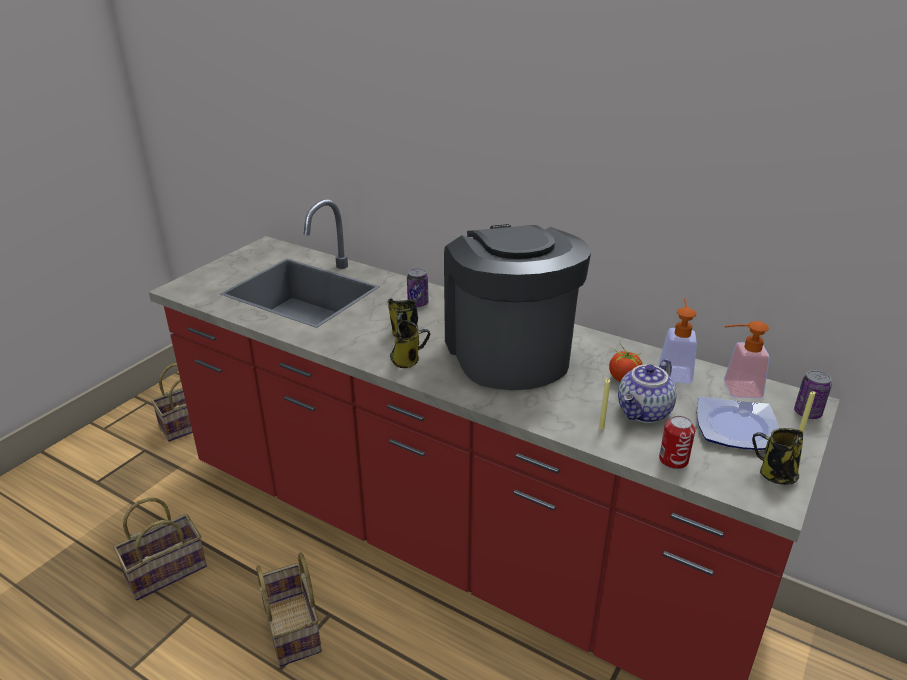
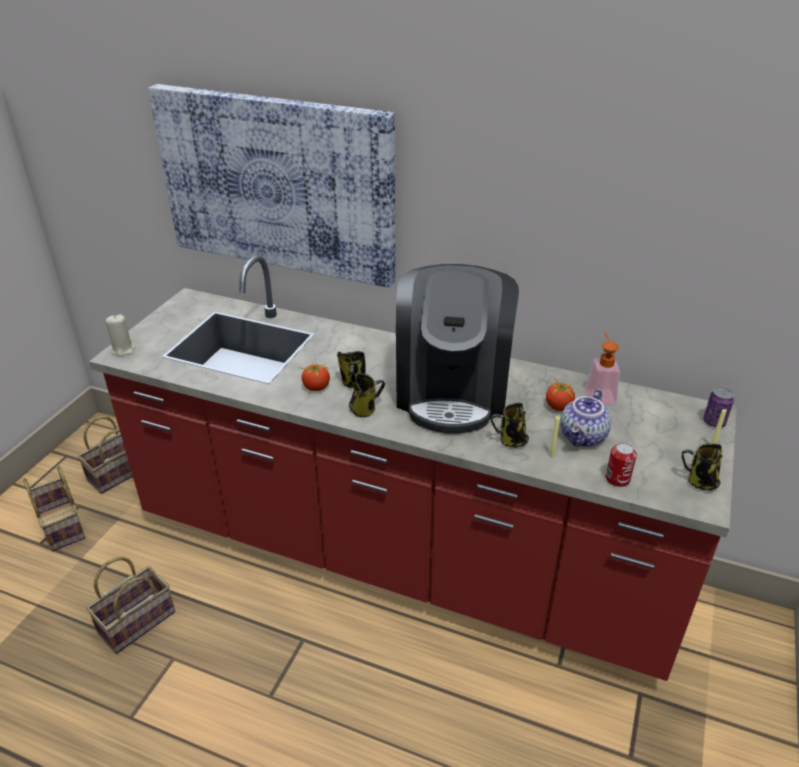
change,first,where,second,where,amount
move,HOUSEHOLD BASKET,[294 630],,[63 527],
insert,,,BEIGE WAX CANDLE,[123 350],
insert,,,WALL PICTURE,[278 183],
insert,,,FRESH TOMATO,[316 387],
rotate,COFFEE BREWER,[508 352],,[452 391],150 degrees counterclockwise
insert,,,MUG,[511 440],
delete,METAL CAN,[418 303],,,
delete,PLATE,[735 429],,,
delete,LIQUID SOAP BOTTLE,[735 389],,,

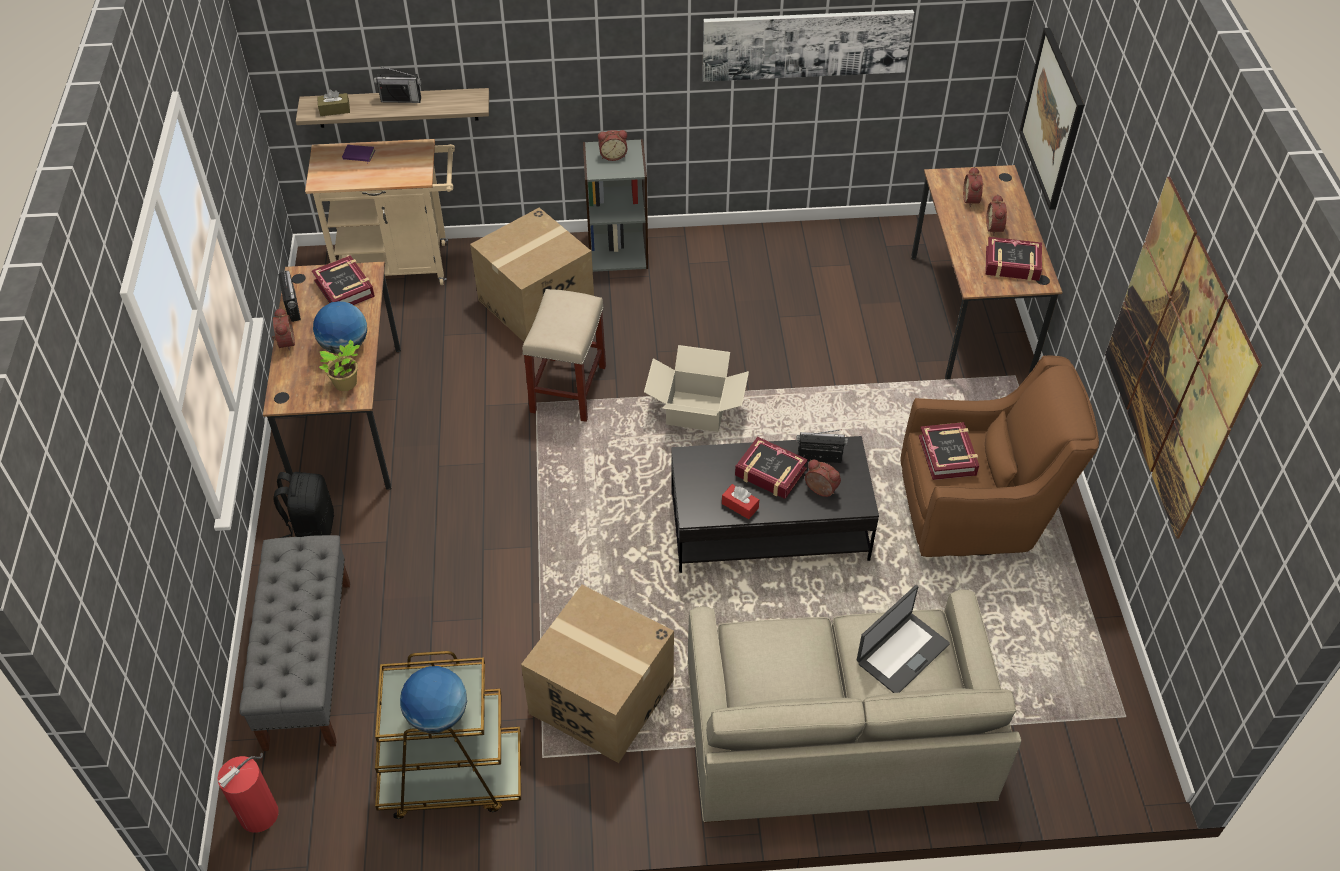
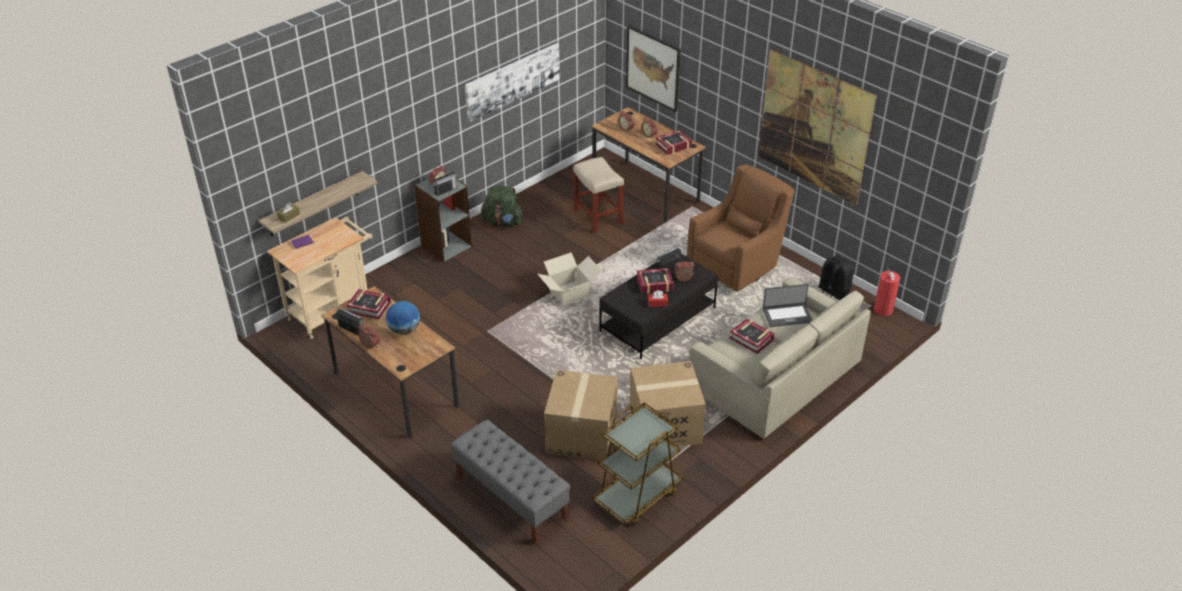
change,first,where,second,where,amount
move,RADIO RECEIVER,[401 99],,[446 191],
insert,,,GREENISH BACKPACK,[503 222],
move,PACKING BOX,[536 303],,[581 434],
move,BEIGE STOOL,[568 388],,[597 216],
move,BOUND BOOK,[948 455],,[751 339],
rotate,NOTEBOOK COMPUTER,[901 652],,[787 315],75 degrees clockwise
move,BLACKISH BACKPACK,[312 529],,[832 293],
move,EXTINGUISHER,[260 812],,[883 309],
delete,HOUSEPLANT,[346 384],,,
delete,GLOBE,[437 716],,,

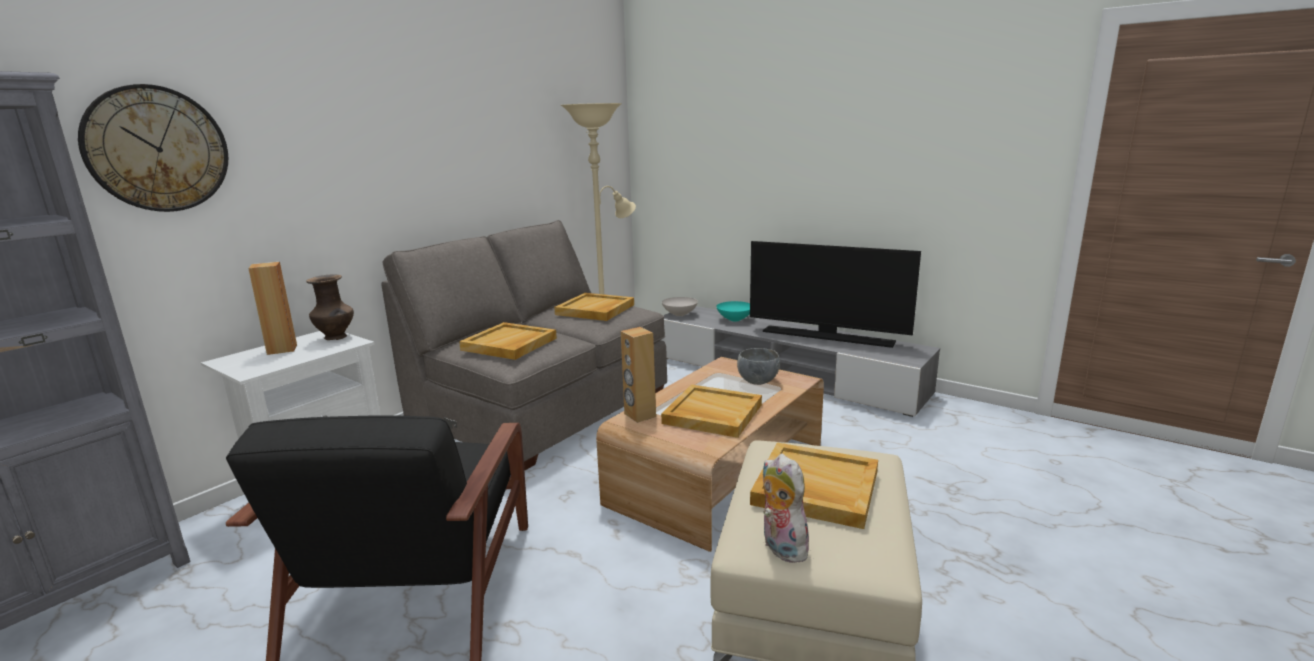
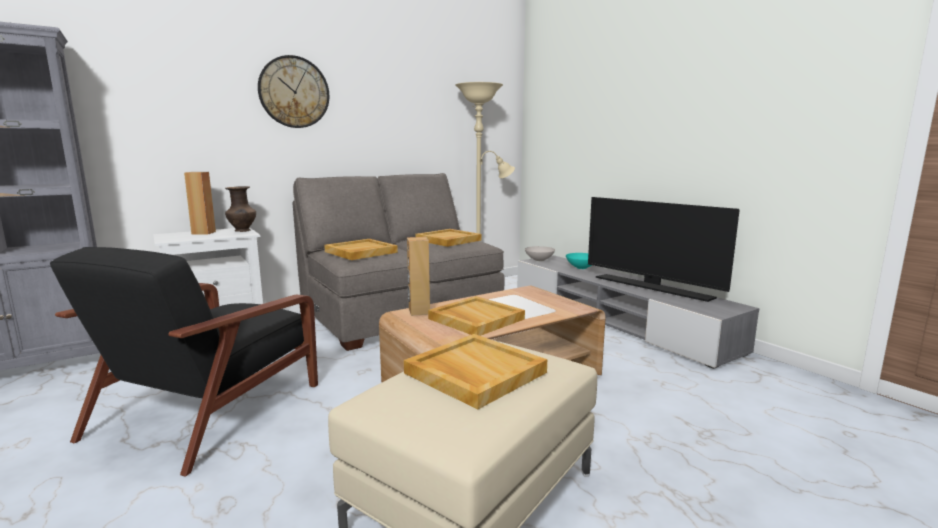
change,first,where,second,where,amount
move,HANGING CLOCK,[157 149],,[294 92],
delete,GRAY DEEP DISH,[757 381],,,
delete,PLUSH TOY,[780 547],,,

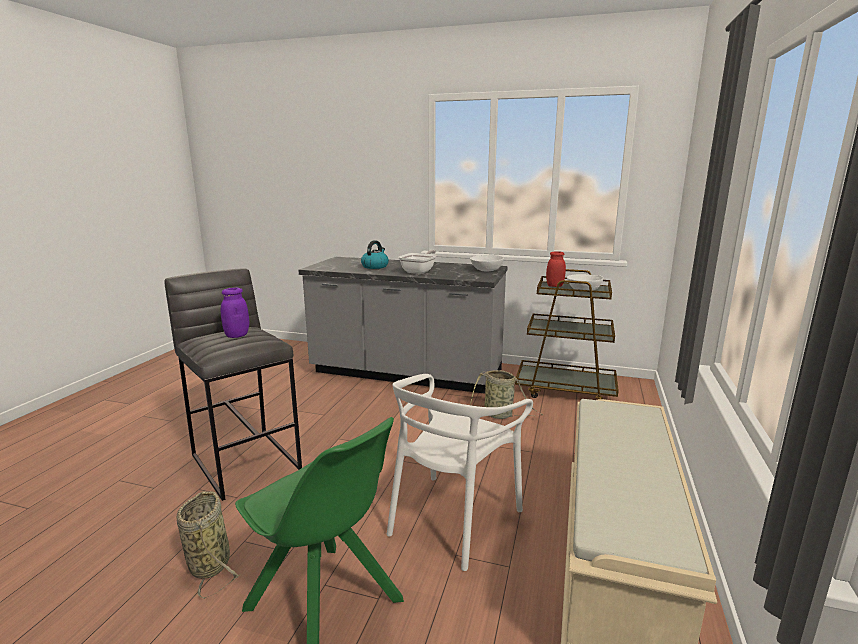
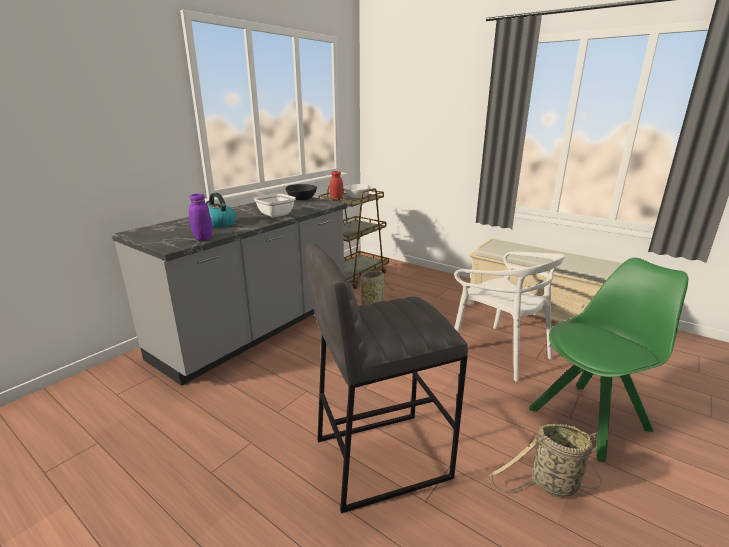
change,first,where,second,where,amount
move,PURPLE PRESERVE JAR,[237 335],,[203 238],
recolor,WHITE DEEP DISH,[486 270],BLACKISH DEEP DISH,[302 199],

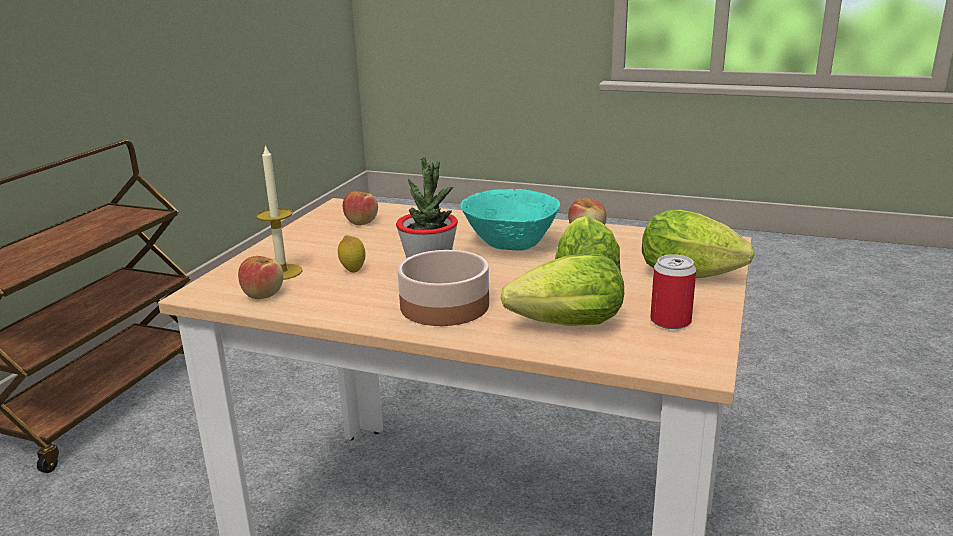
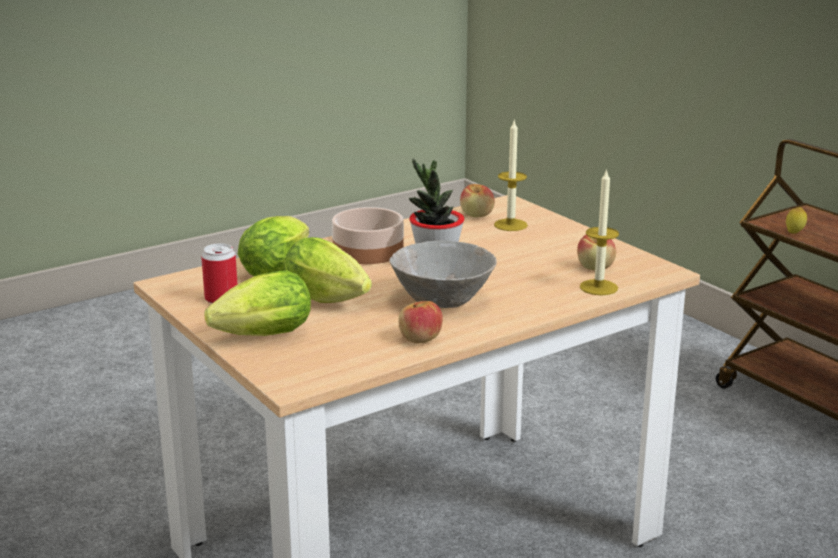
change,first,where,second,where,amount
recolor,TURQUOISE-COLOURED DEEP DISH,[510 244],GRAY DEEP DISH,[444 301],
insert,,,WAX CANDLE,[598 287],
move,WHOLE LEMON,[353 271],,[794 233],

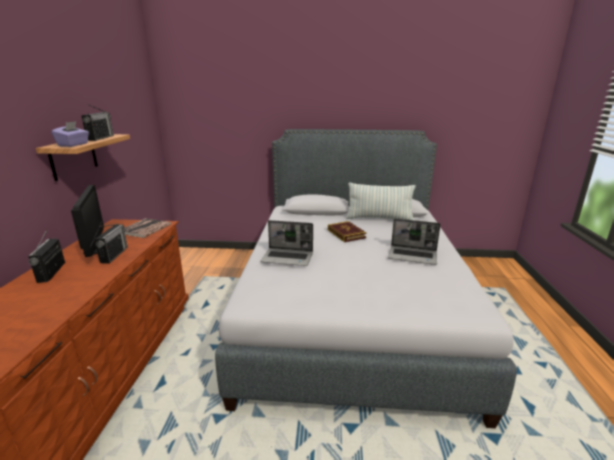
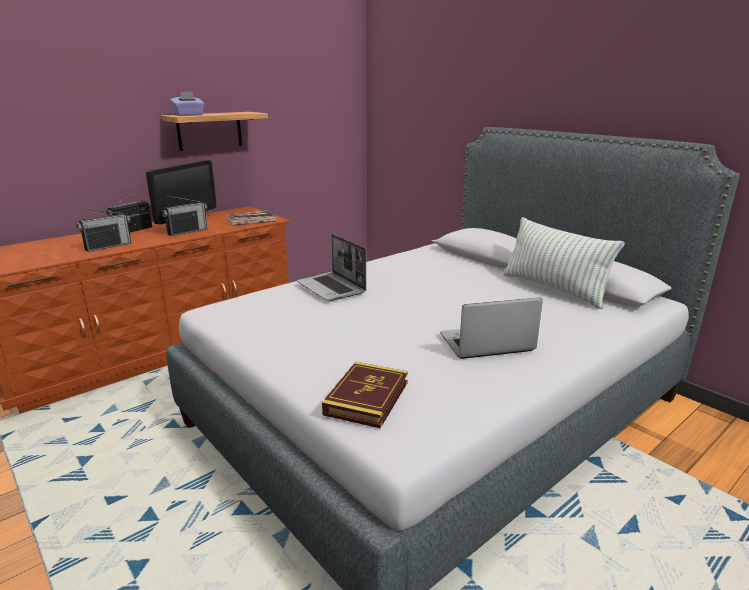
change,first,where,second,where,amount
move,RADIO RECEIVER,[100 138],,[108 246],
move,BOUND BOOK,[346 233],,[367 398],
rotate,NOTEBOOK COMPUTER,[413 256],,[485 344],105 degrees clockwise

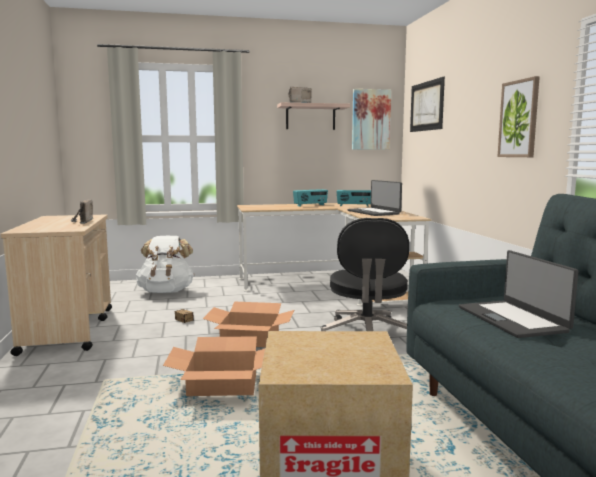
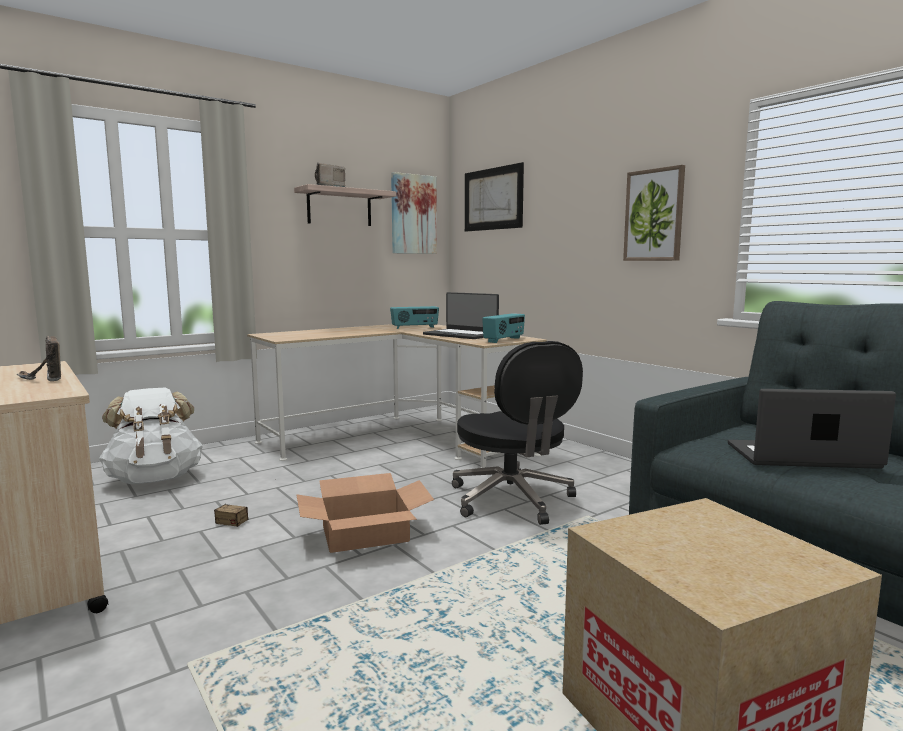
change,first,where,second,where,amount
move,RADIO RECEIVER,[310 205],,[504 340],
rotate,NOTEBOOK COMPUTER,[512 319],,[802 457],135 degrees clockwise
delete,PACKING BOX,[223 385],,,

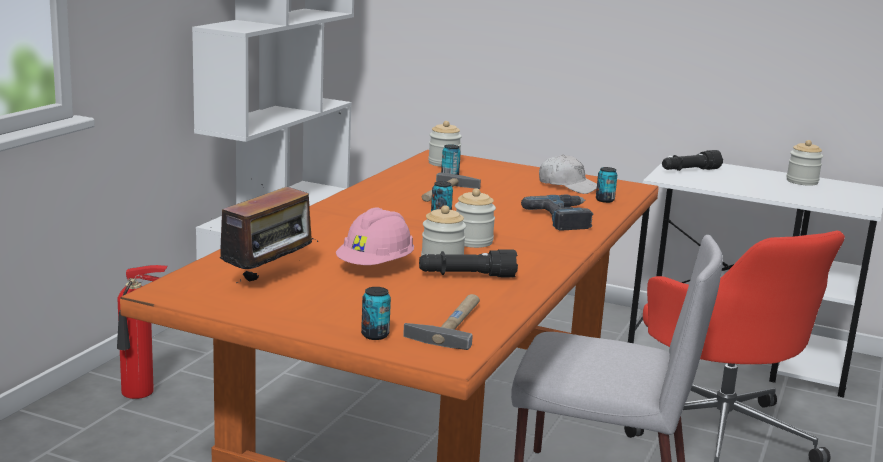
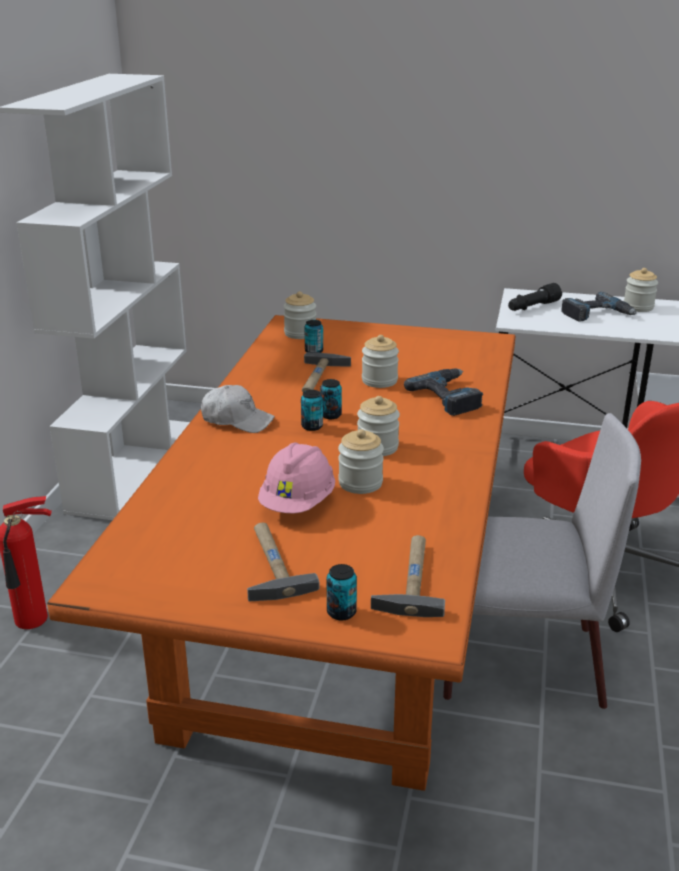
change,first,where,second,where,amount
move,WHITE BASEBALL CAP,[568 186],,[237 420],
insert,,,HAND HAMMER,[270 564],
move,METAL CAN,[605 200],,[312 426],
insert,,,PRESERVE JAR,[379 381],
insert,,,ELECTRIC DRILL,[597 314],
delete,RADIO RECEIVER,[269 278],,,
delete,BLACKISH HAND TORCH,[466 276],,,

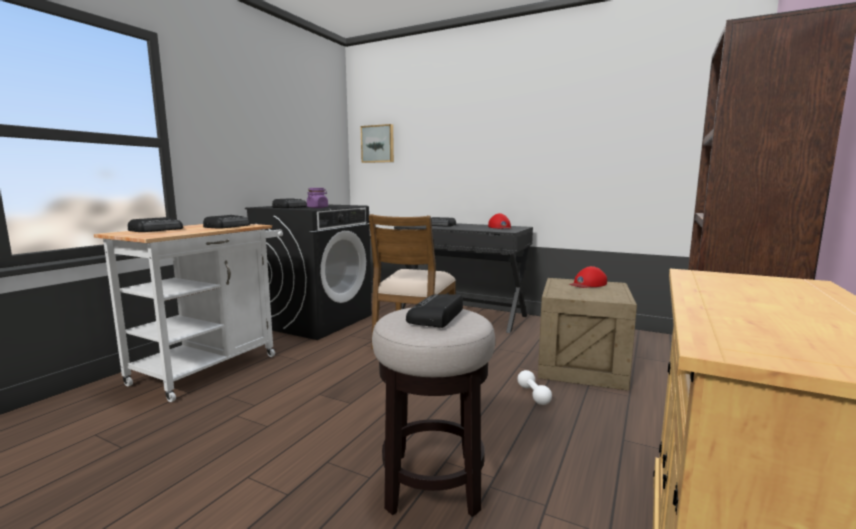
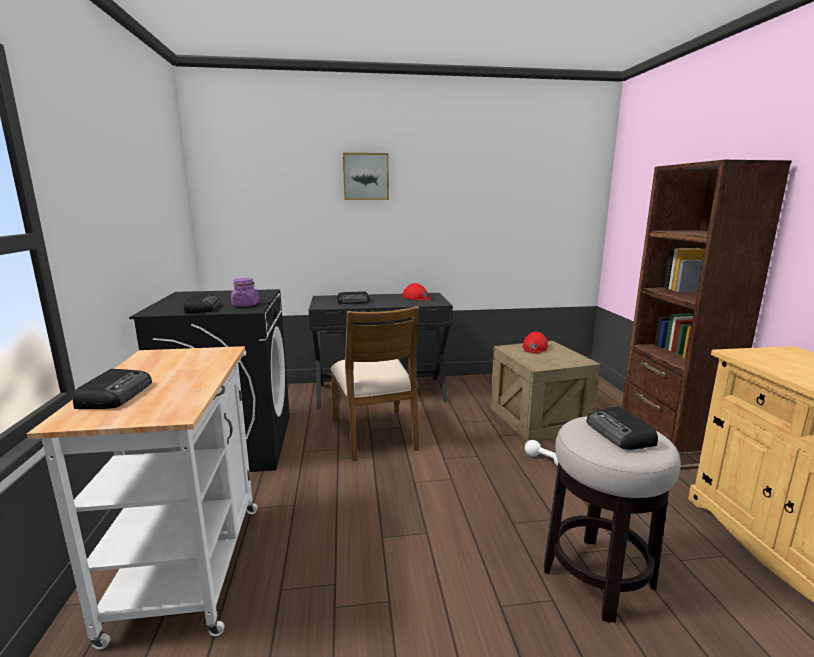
change,first,where,second,where,amount
move,WALL PICTURE,[378 144],,[366 176],
delete,RADIO RECEIVER,[228 226],,,

